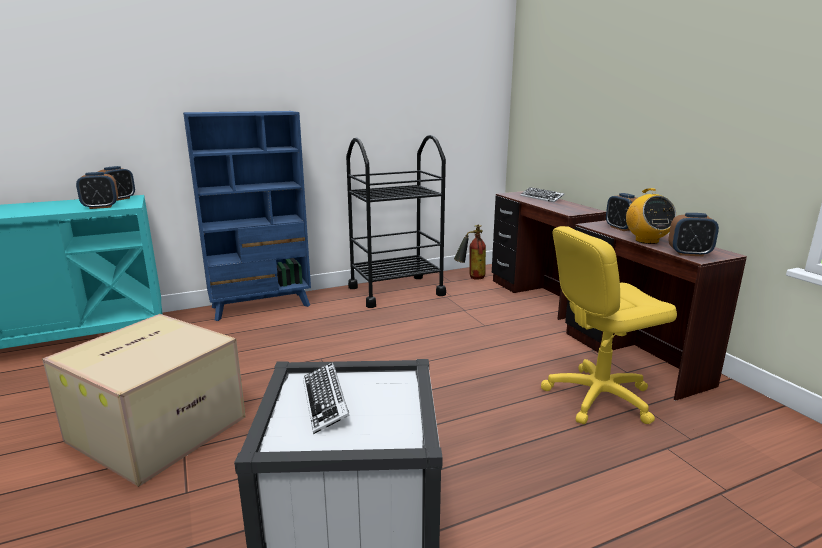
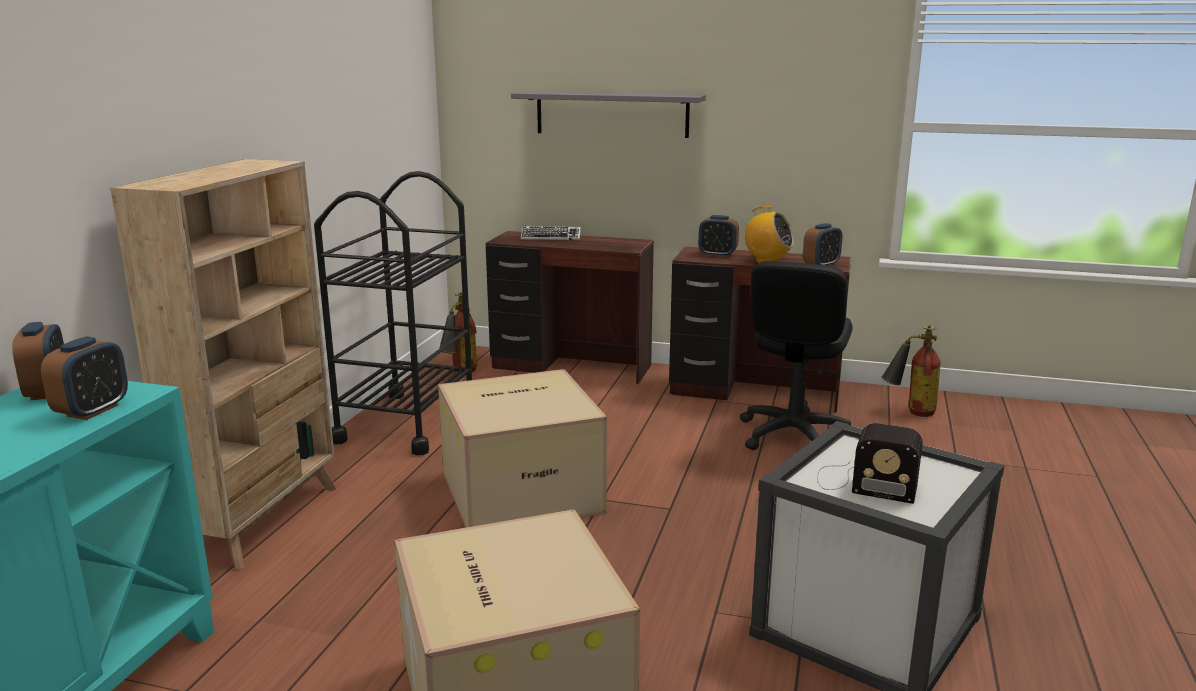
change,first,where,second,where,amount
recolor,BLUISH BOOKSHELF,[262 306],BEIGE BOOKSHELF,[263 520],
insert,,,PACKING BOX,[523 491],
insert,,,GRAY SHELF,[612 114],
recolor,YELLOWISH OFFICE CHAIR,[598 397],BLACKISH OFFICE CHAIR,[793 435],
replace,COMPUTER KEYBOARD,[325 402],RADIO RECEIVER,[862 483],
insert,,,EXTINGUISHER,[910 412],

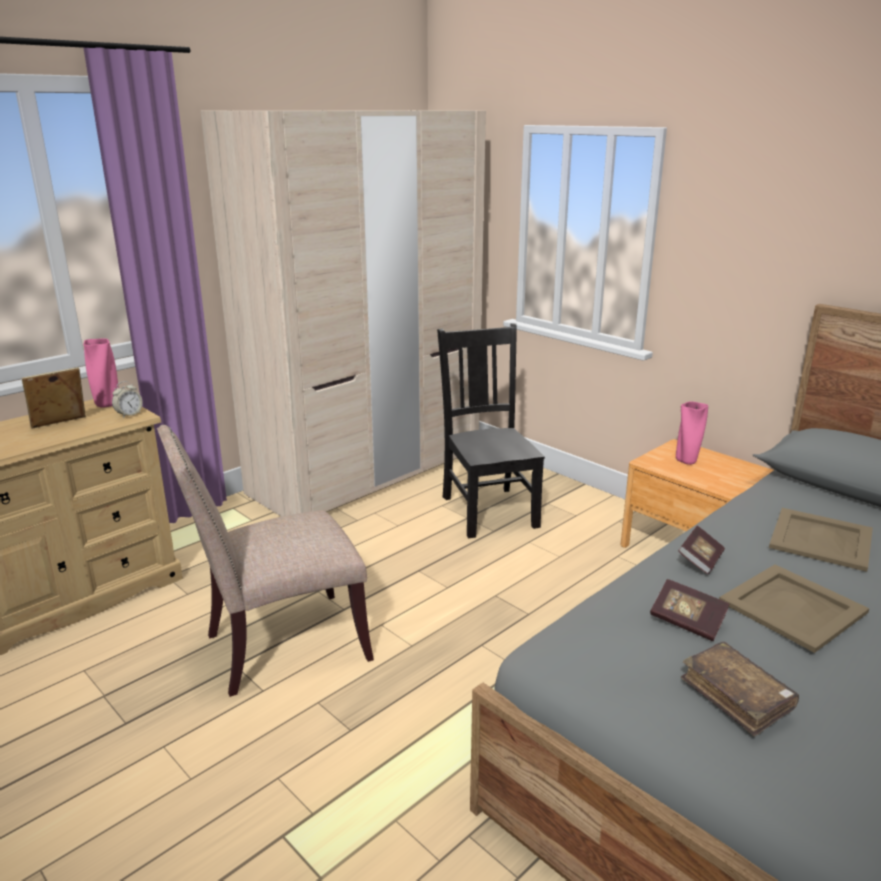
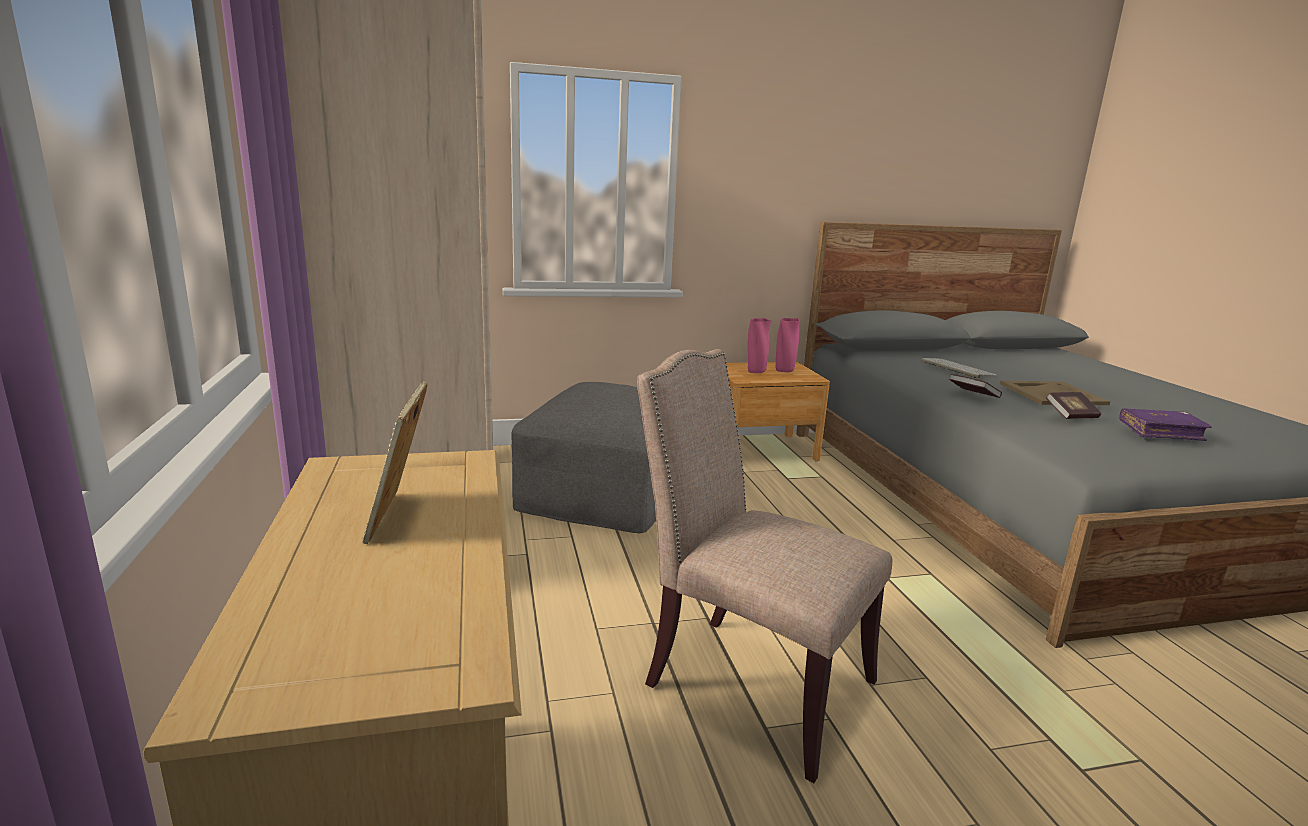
change,first,where,second,where,amount
replace,BLACKISH CHAIR,[488 510],GRAY FOOTREST,[604 487],
rotate,BEIGE CHAIR,[279 647],,[749 682],120 degrees clockwise
move,PINK-COLOURED DECORATIVE VASE,[107 405],,[784 371],
replace,BEIGE CARRYING TRAY,[820 538],COMPUTER KEYBOARD,[956 368],
recolor,BROWN BOUND BOOK,[736 696],PURPLE BOUND BOOK,[1160 432],
delete,BEDSIDE CLOCK,[129 414],,,

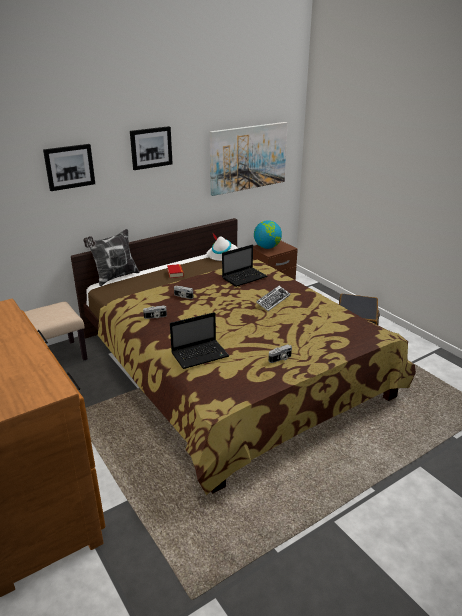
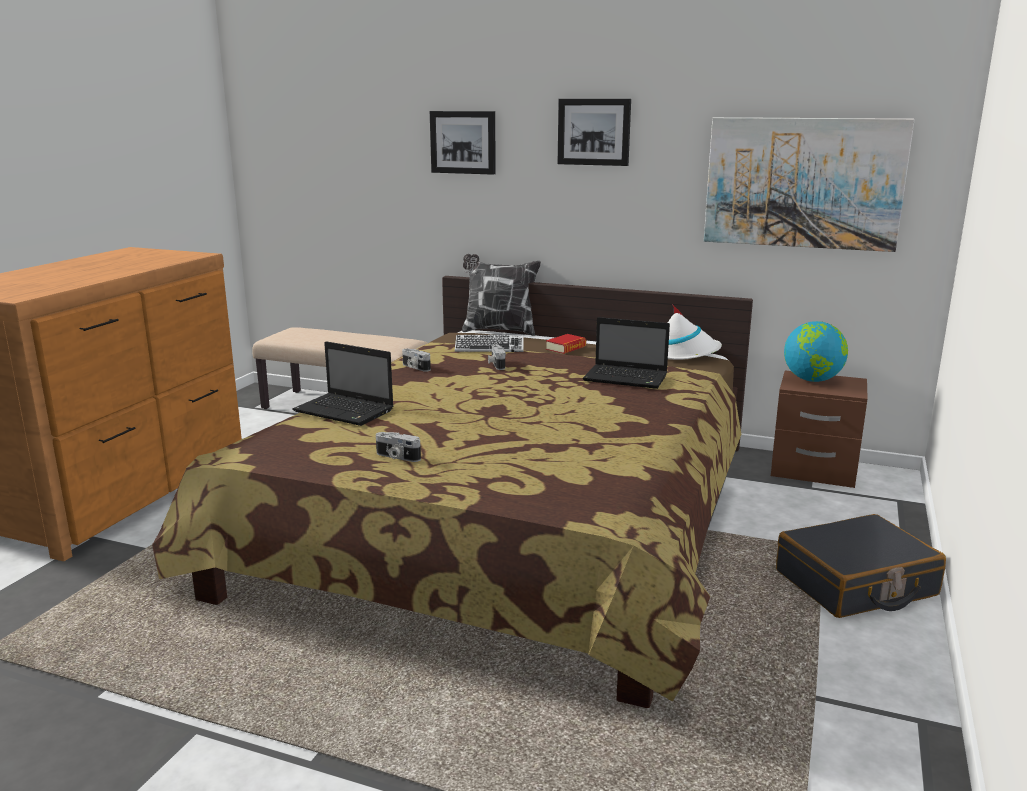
change,first,where,second,where,amount
move,COMPUTER KEYBOARD,[273 300],,[489 348],

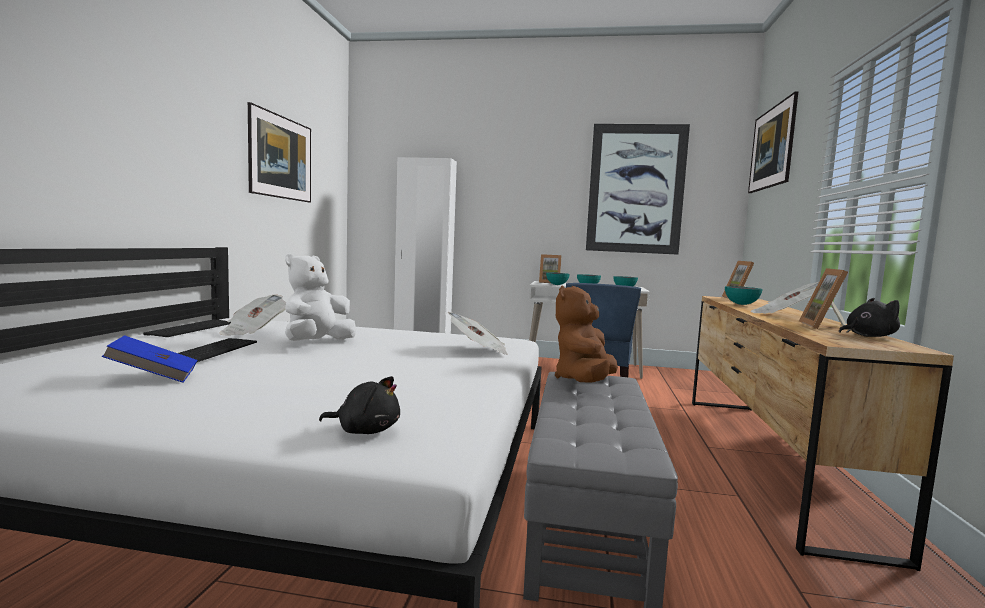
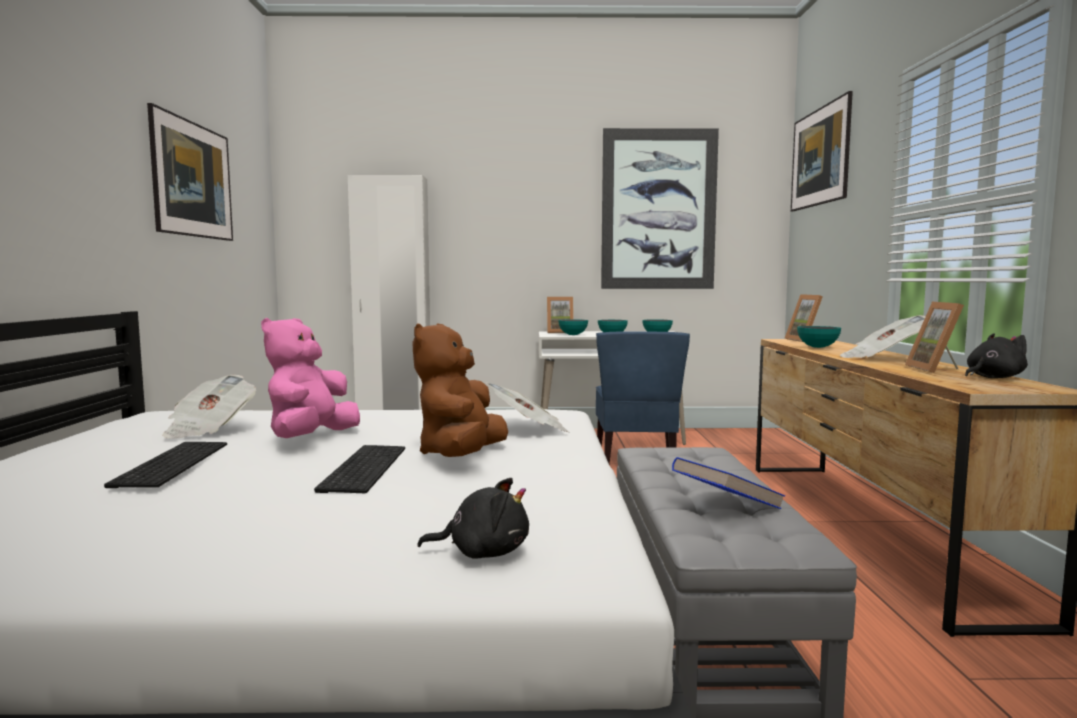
change,first,where,second,where,amount
recolor,WHITE PLUSH TOY,[317 343],PINK-COLOURED PLUSH TOY,[311 438],
move,COMPUTER KEYBOARD,[191 328],,[362 467],
move,BROWN PLUSH TOY,[584 382],,[461 456],
move,BLUISH BOUND BOOK,[154 377],,[726 506],

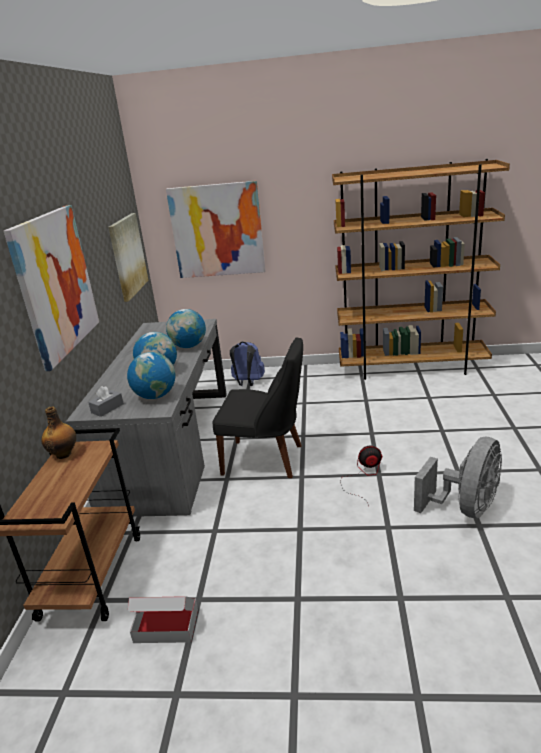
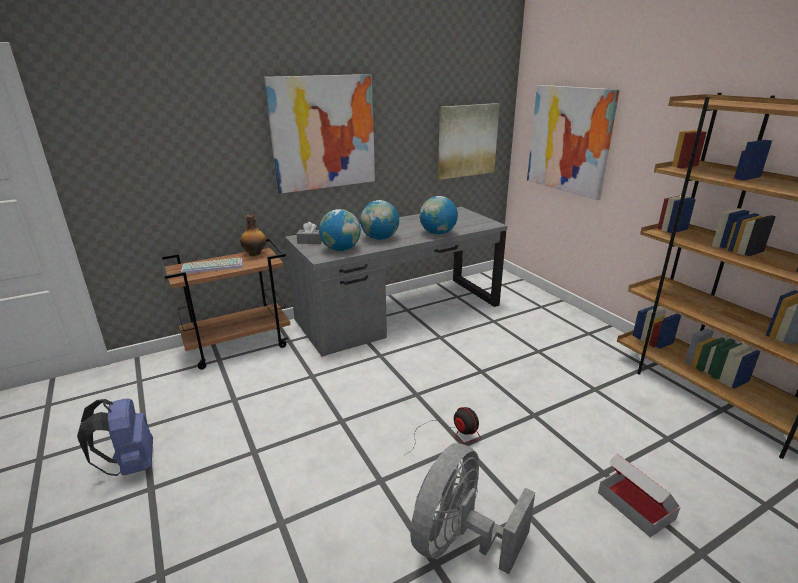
change,first,where,second,where,amount
move,BLUISH BACKPACK,[248 383],,[131 465],
insert,,,COMPUTER KEYBOARD,[213 266],
rotate,GRAY ELECTRIC FAN,[465 508],,[459 541],120 degrees clockwise
move,PACKING BOX,[166 625],,[636 505],
delete,BLACKISH CHAIR,[266 460],,,

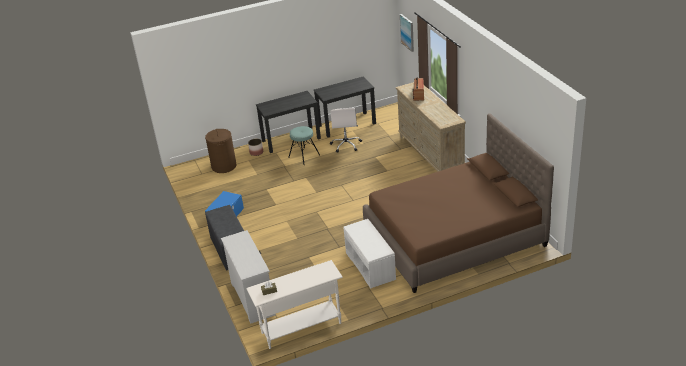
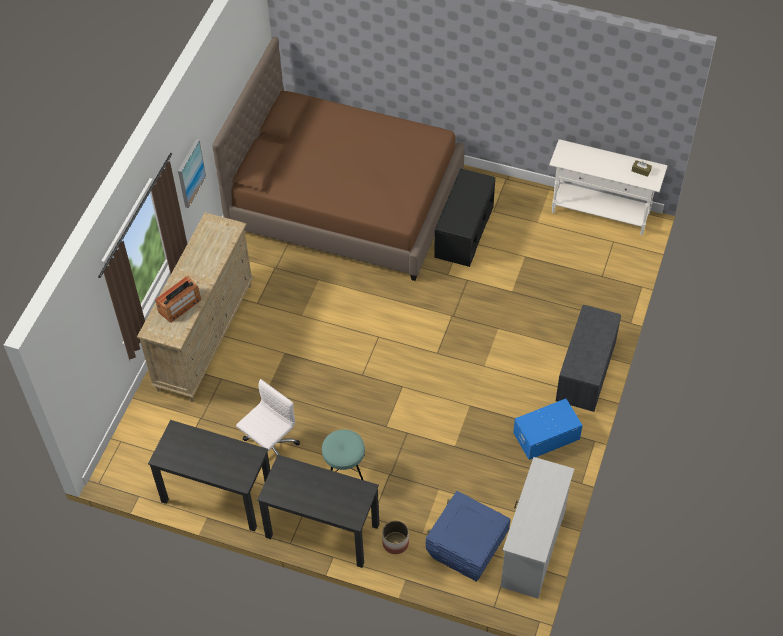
change,first,where,second,where,amount
move,WALL PICTURE,[407 32],,[190 173],
replace,BROWN HAMPER,[224 166],BLUISH STORAGE BIN,[466 550],
recolor,WHITE BENCH,[371 266],BLACKISH BENCH,[463 231],
move,WHITE DRAWER CHEST,[252 298],,[532 550],

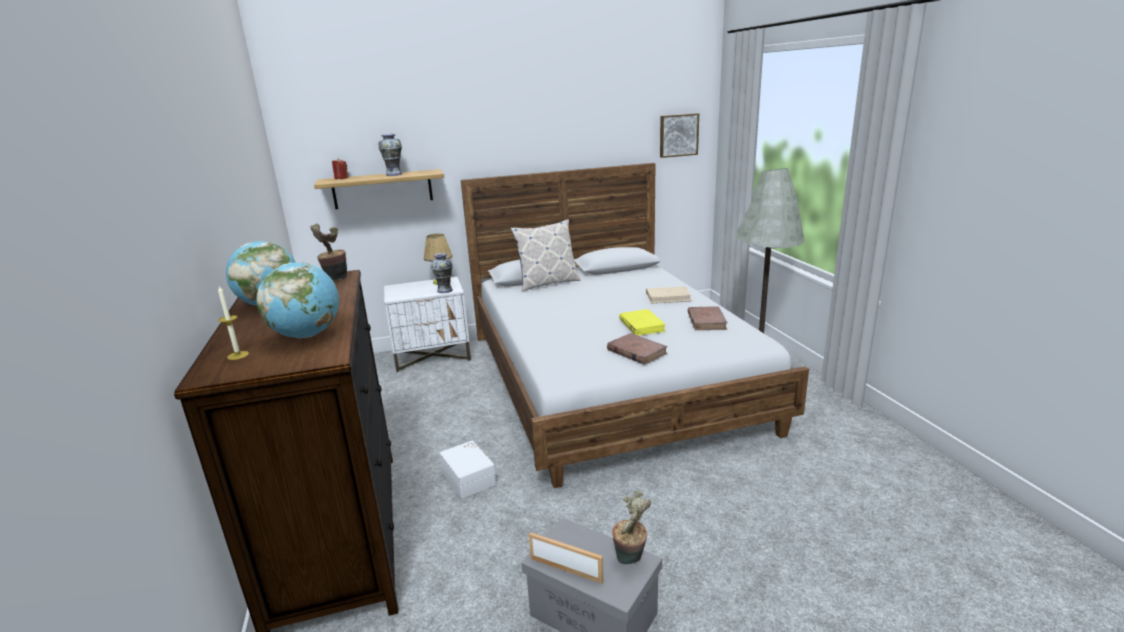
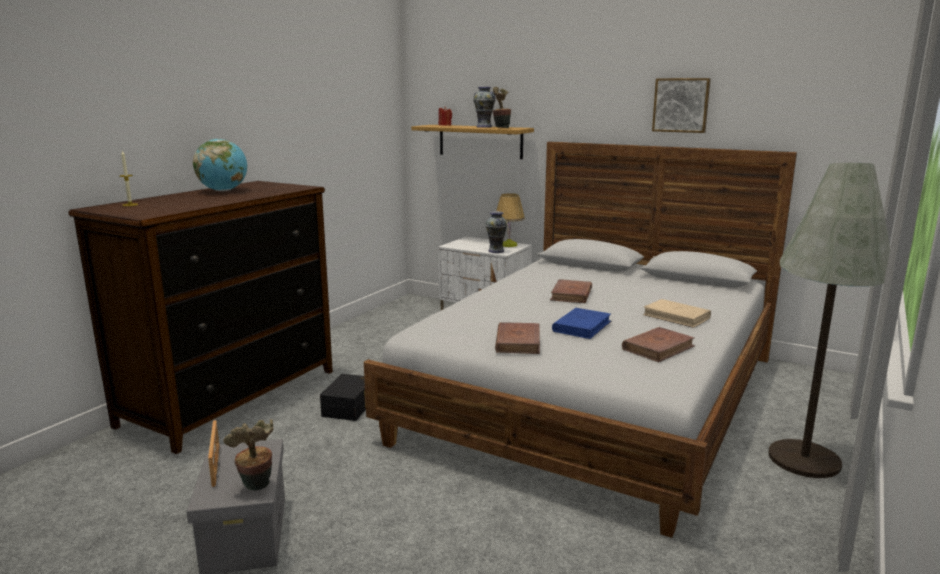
change,first,where,second,where,amount
recolor,WHITE STORAGE BIN,[470 477],BLACKISH STORAGE BIN,[350 407],
move,HOUSEPLANT,[335 279],,[500 128],
insert,,,BROWN BOUND BOOK,[571 295],
recolor,YELLOWISH BOUND BOOK,[641 325],BLUISH BOUND BOOK,[582 326],
move,WALL PICTURE,[678 135],,[681 105],
delete,GLOBE,[307 335],,,
delete,THROW PILLOW,[547 283],,,

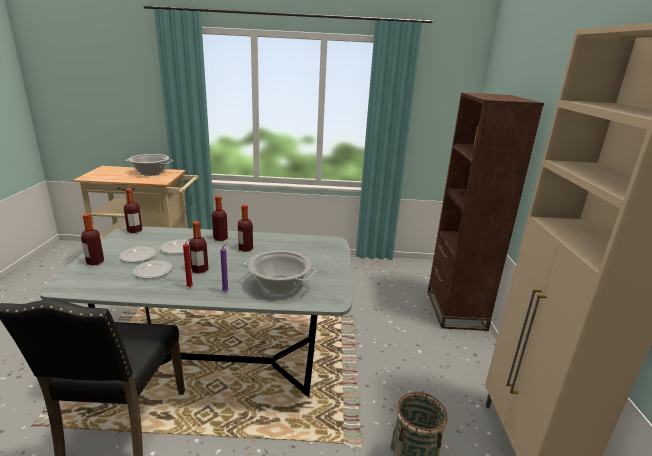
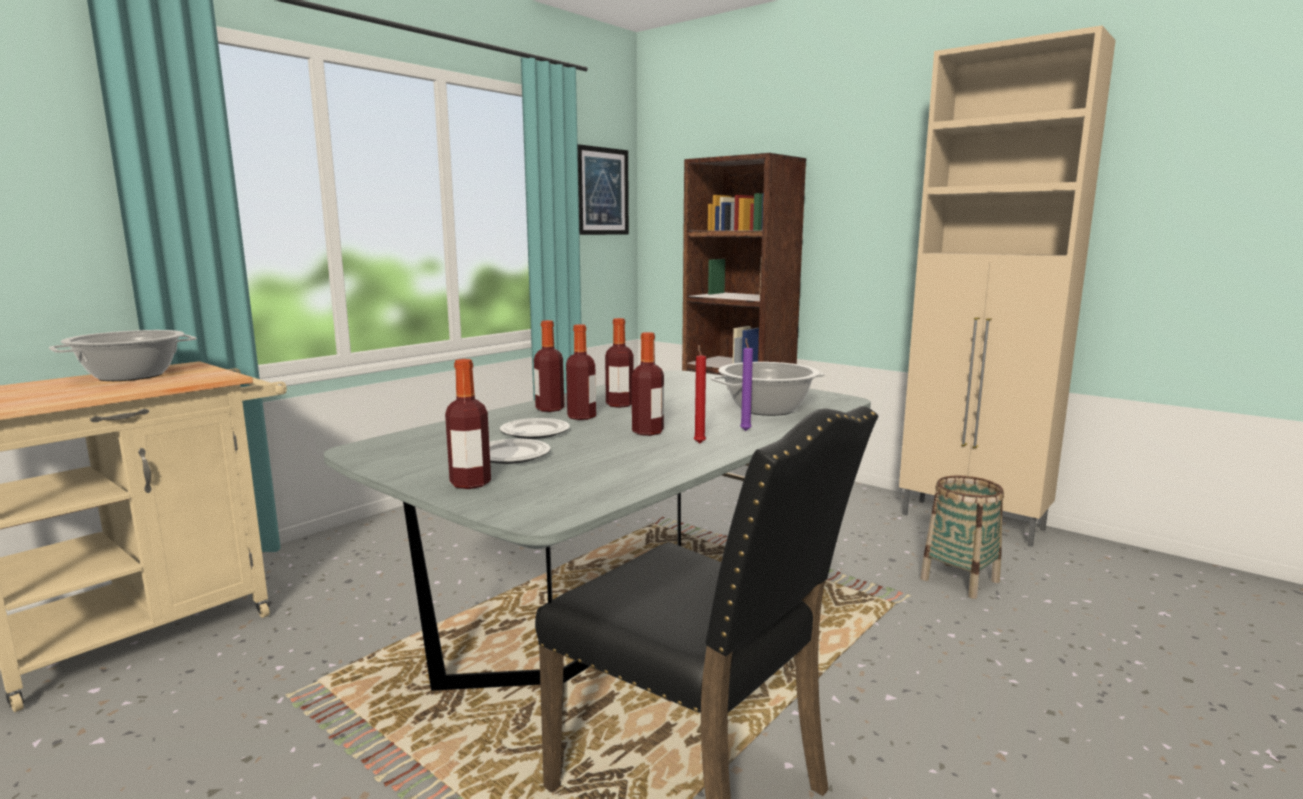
change,first,where,second,where,amount
move,BOTTLE,[135 230],,[581 417],
insert,,,WALL PICTURE,[601 191],
delete,PLATE,[153 271],,,

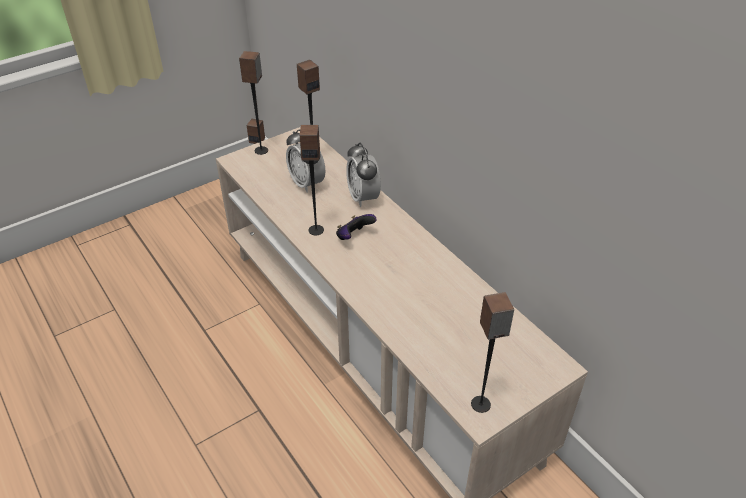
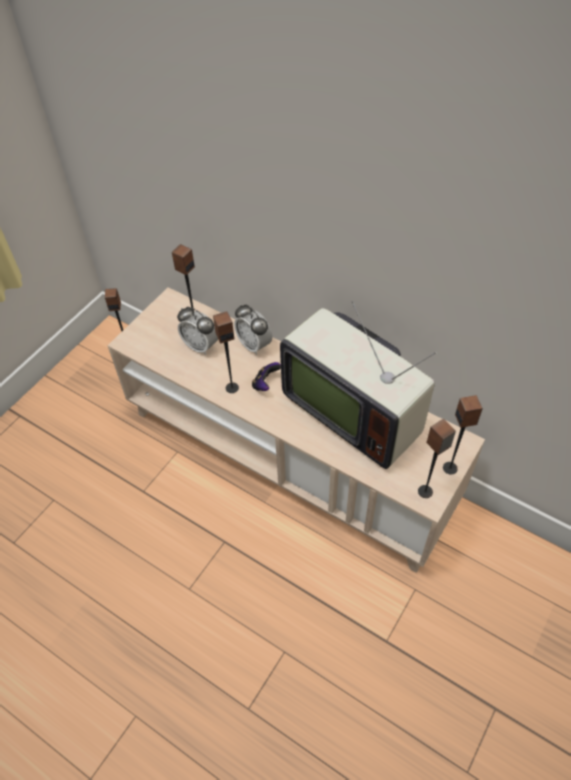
change,first,where,second,where,amount
insert,,,TV,[353 411],
move,SPEAKER,[261 150],,[450 468],

